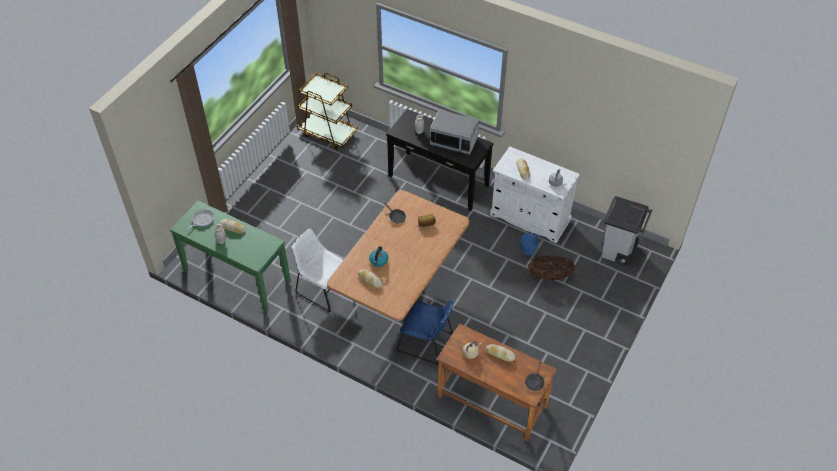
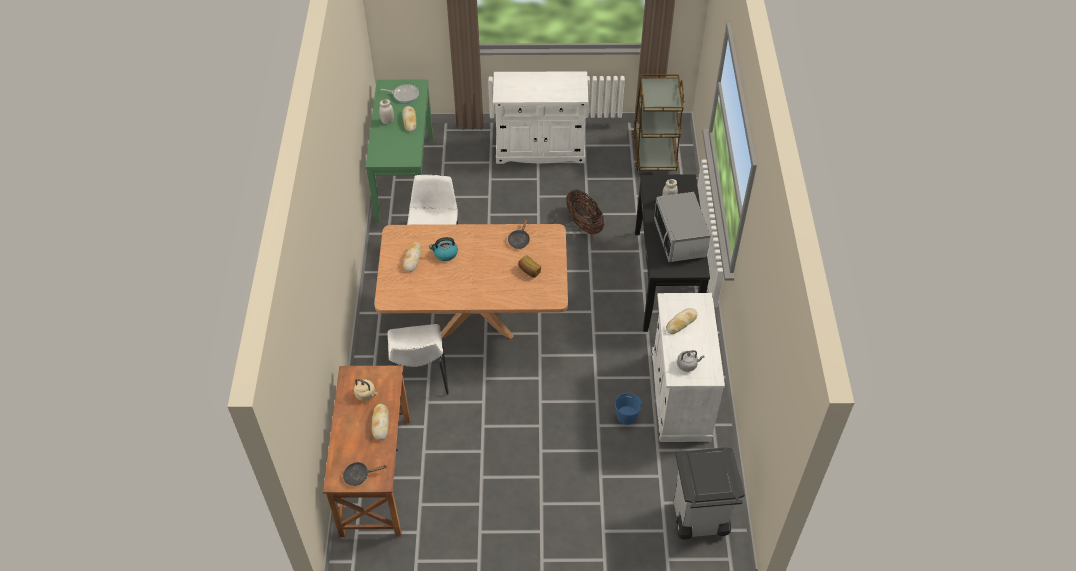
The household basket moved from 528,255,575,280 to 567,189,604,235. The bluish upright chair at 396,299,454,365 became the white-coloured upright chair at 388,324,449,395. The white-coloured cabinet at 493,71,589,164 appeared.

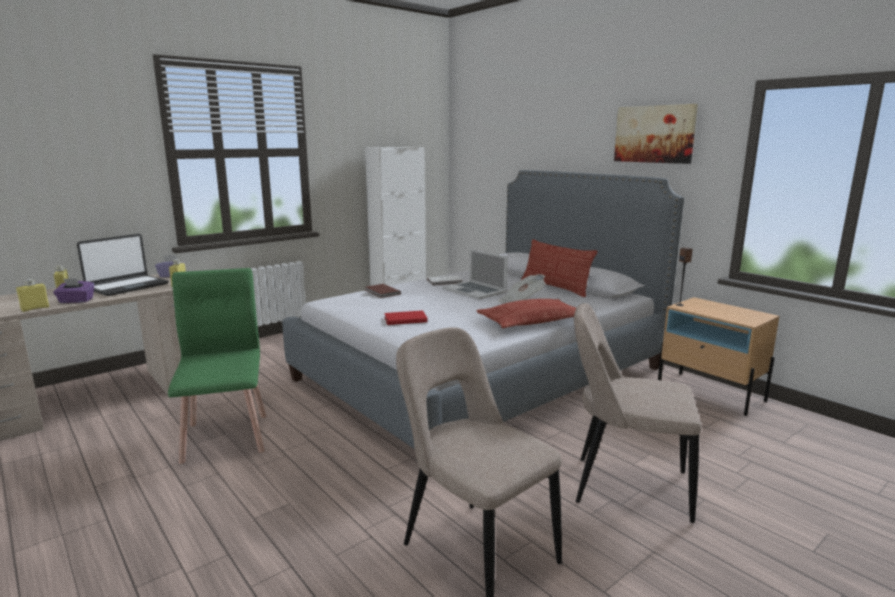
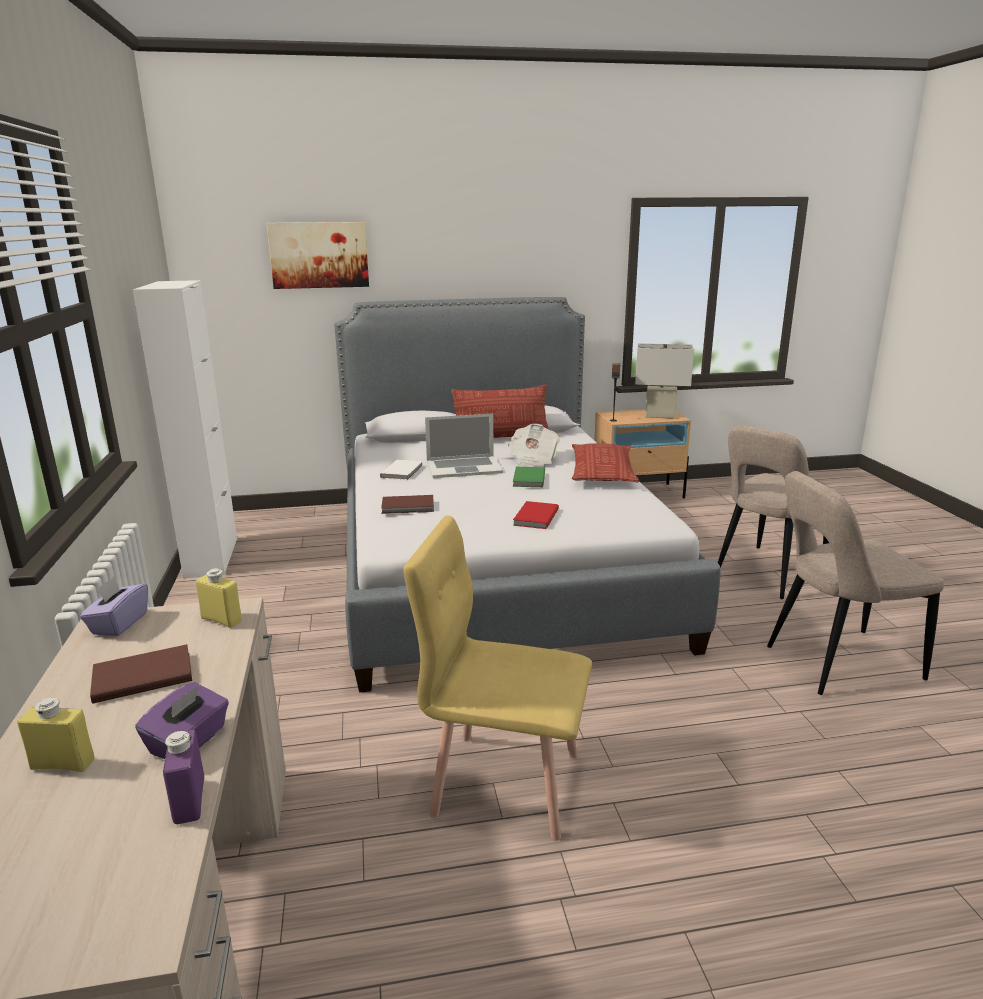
The wall art moved from 614,104,698,164 to 266,222,369,289. The portable computer at 77,234,169,296 was replaced by the brown book at 90,644,192,704. The green upright chair at 168,268,266,464 became the yellowish upright chair at 403,515,592,841. The yellowish drink bottle at 16,279,49,312 became the purplish drink bottle at 163,730,204,824. The white-coloured tabletop lamp at 635,343,694,419 appeared. The green book at 513,467,545,487 appeared.

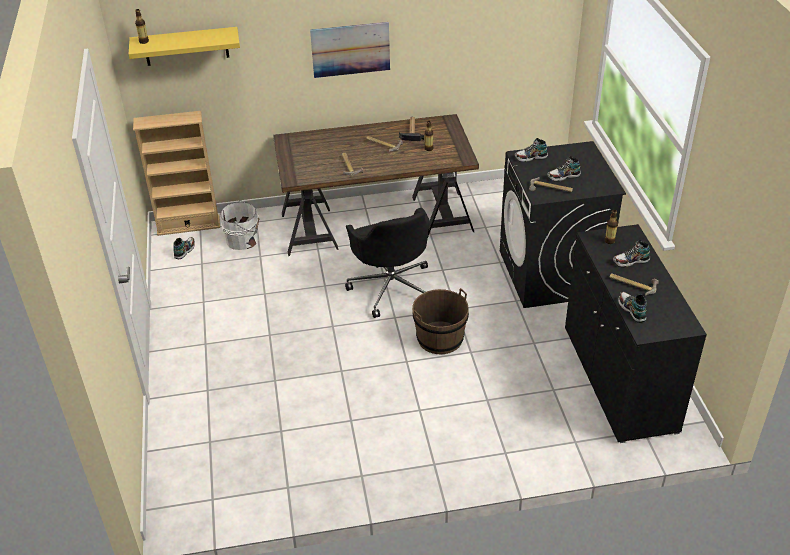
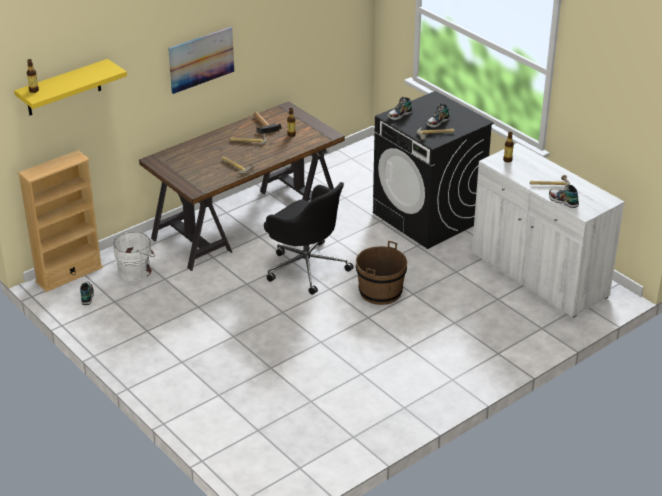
The blackish cabinet at 565,224,707,443 became the white-coloured cabinet at 472,143,625,318. The item of footwear at 613,240,650,267 disappeared.

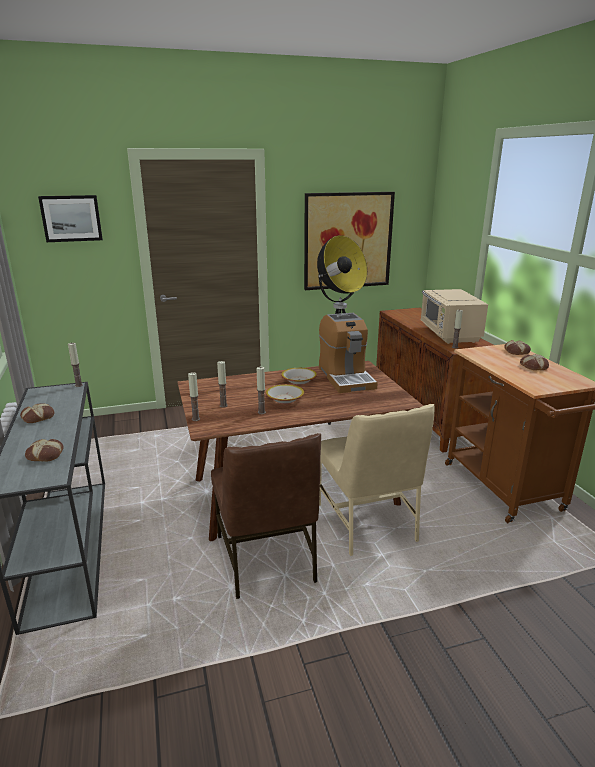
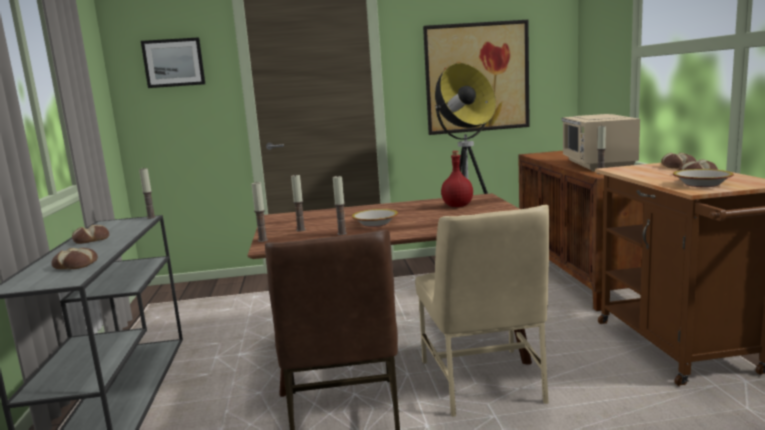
The coffee maker at 319,313,378,393 was replaced by the red-coloured drink bottle at 441,151,473,207. The serving bowl moved from 281,368,317,385 to 673,169,734,187.

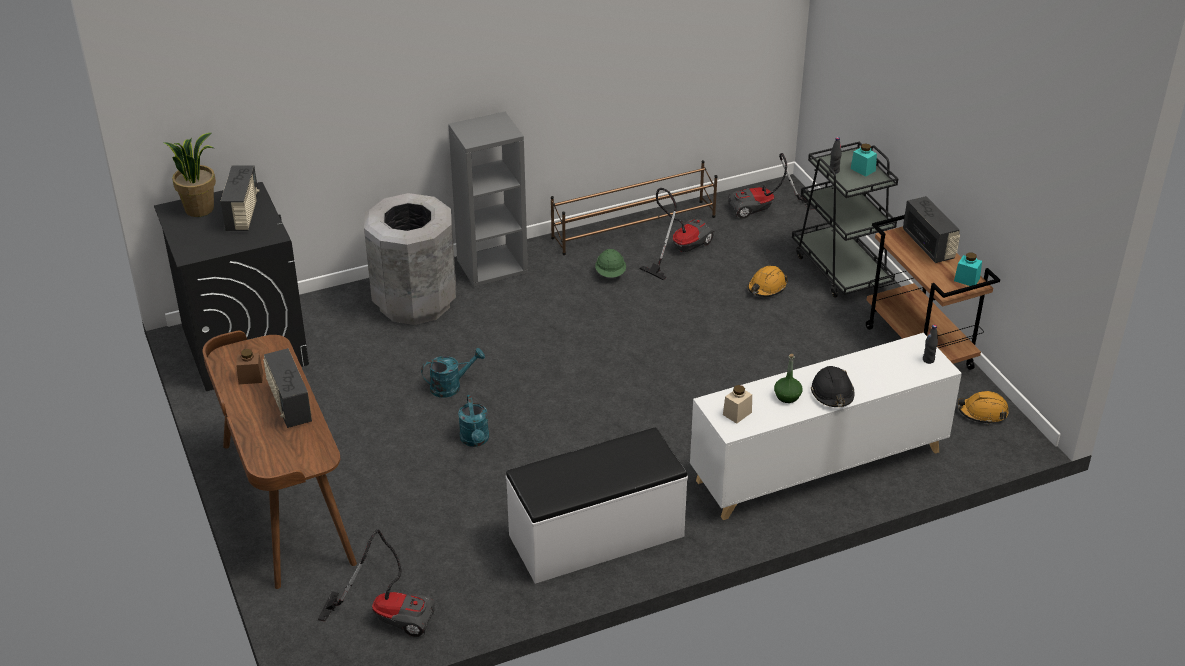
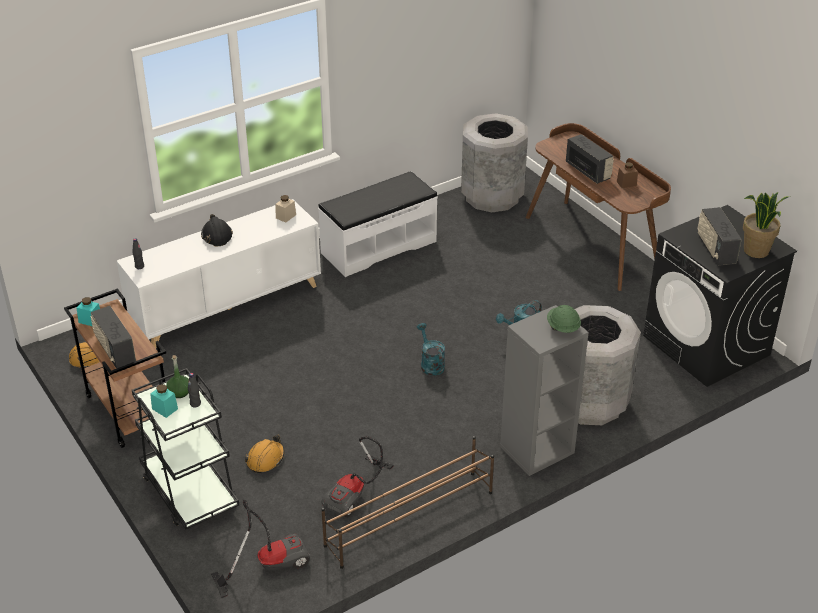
The green hard hat moved from 595,249,626,278 to 547,305,581,333. The green drink bottle moved from 774,354,803,403 to 166,355,189,398. The turquoise-coloured watering can moved from 458,395,489,447 to 417,323,445,376. The vacuum cleaner at 318,529,435,637 was replaced by the gray trash can at 461,113,528,212.

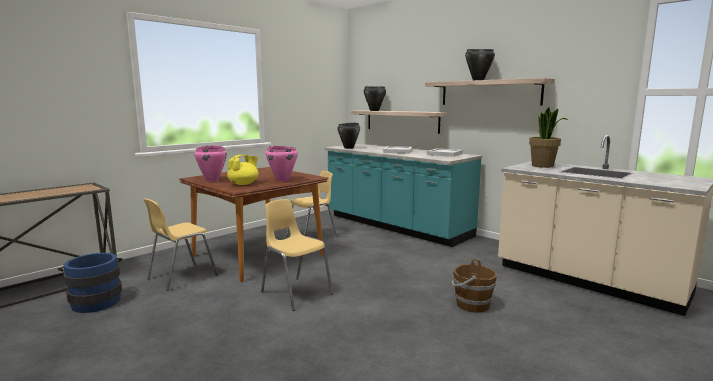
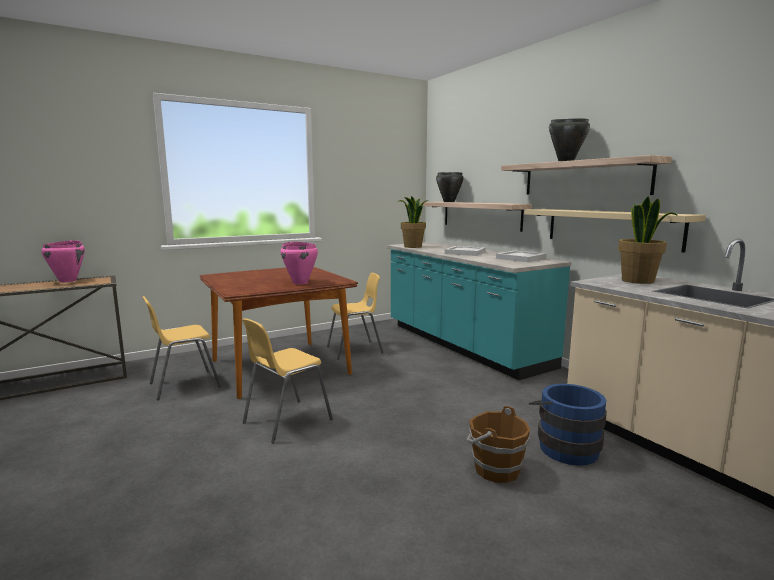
The blackish cooking pot at 338,123,360,149 was replaced by the potted plant at 398,196,428,248. The pink-coloured cooking pot moved from 194,145,227,182 to 41,240,85,282. The yellowish teapot at 227,155,259,185 disappeared. The yellowish upright chair at 261,199,333,311 turned 105 degrees counterclockwise. The bluish water bucket moved from 58,253,122,313 to 529,384,607,466. The beige shelf at 524,209,706,253 appeared.

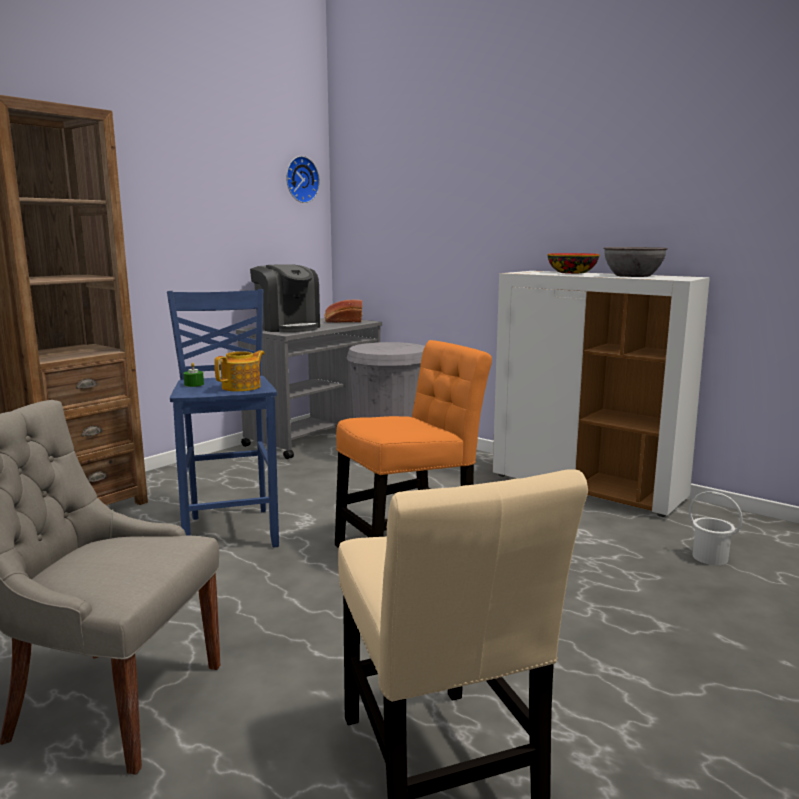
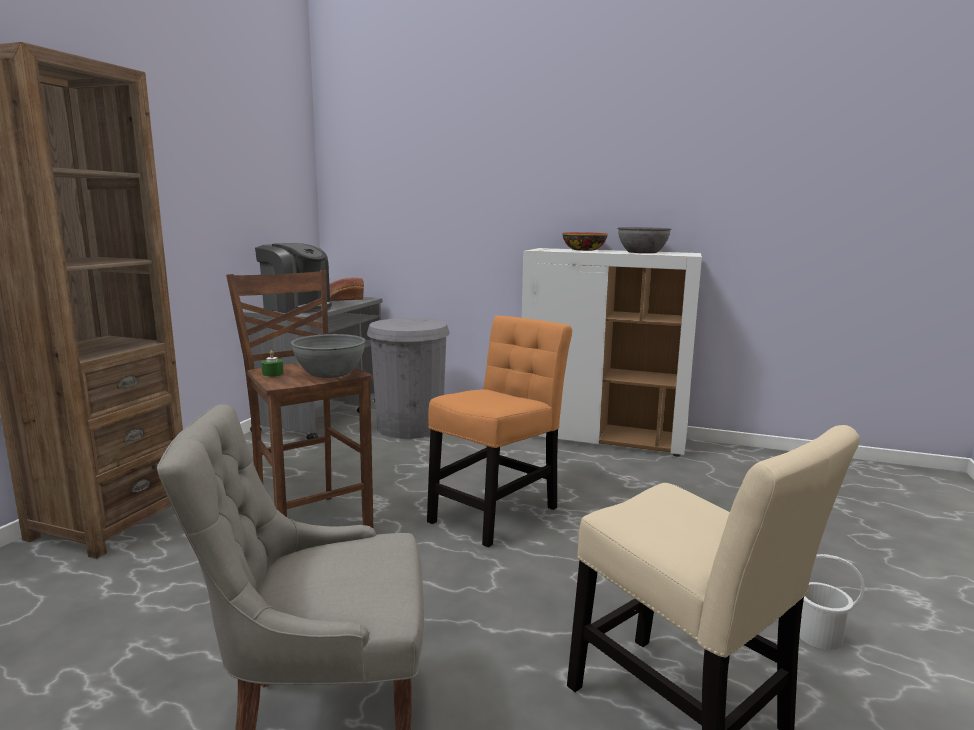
The clock on the wall at 286,156,320,203 disappeared. The bluish stool at 167,289,279,547 became the brown stool at 226,270,374,529. The teapot at 214,350,265,392 was replaced by the gray serving bowl at 291,334,366,378. The white-coloured water bucket moved from 689,491,742,565 to 799,554,865,650.

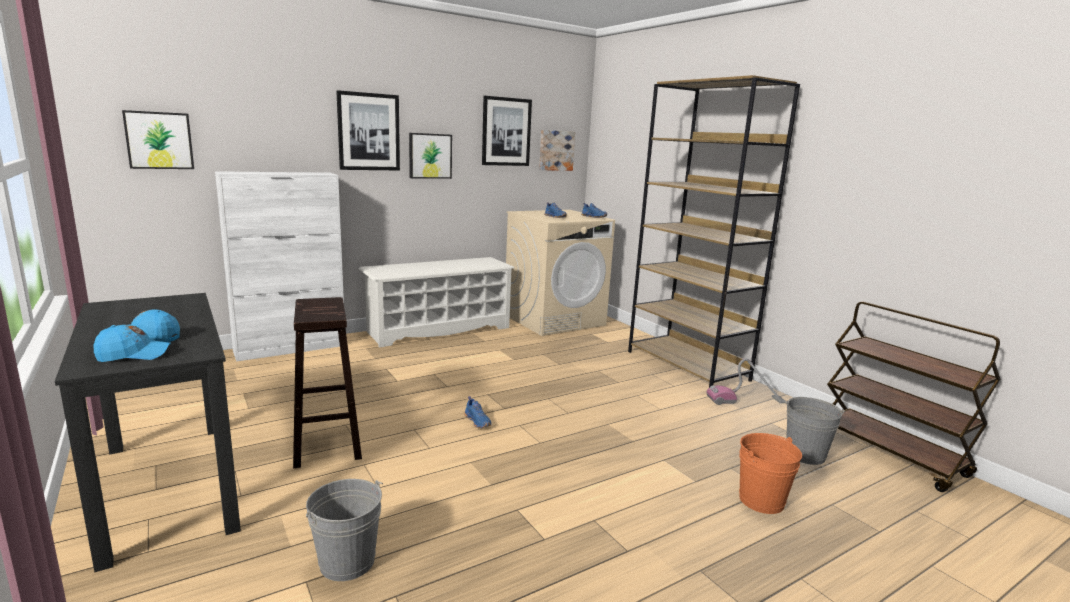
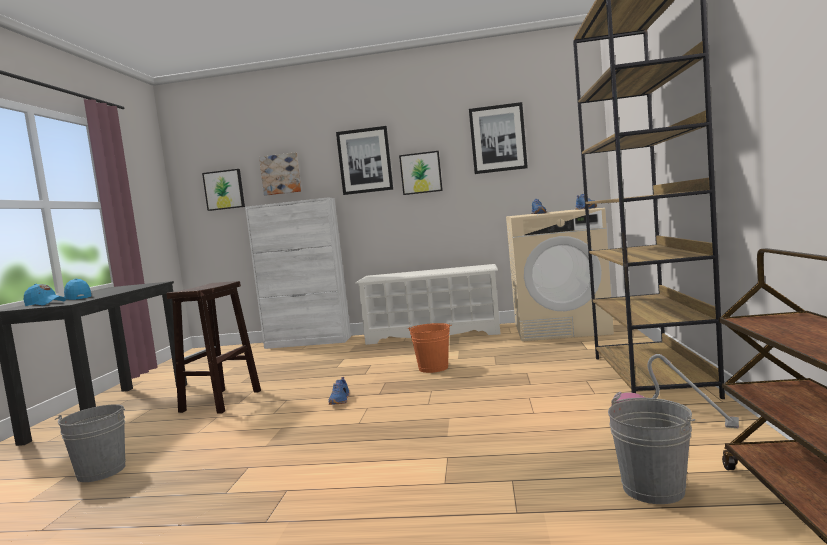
The wall art moved from 539,130,575,171 to 259,152,302,196. The orange water bucket moved from 739,433,802,514 to 407,323,452,373.

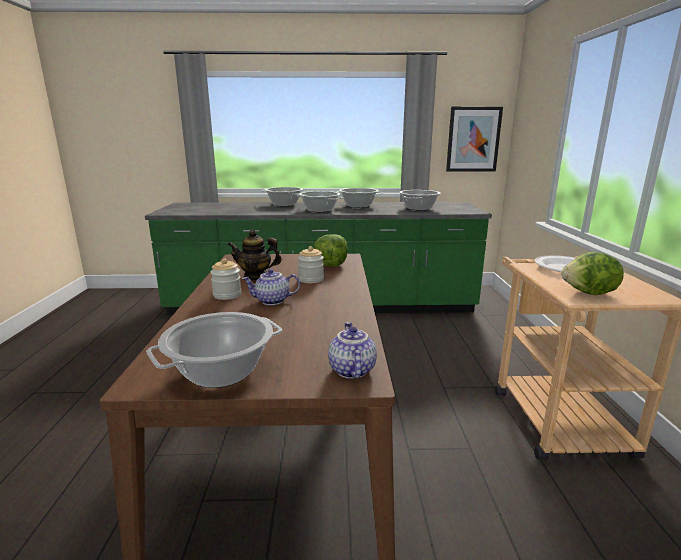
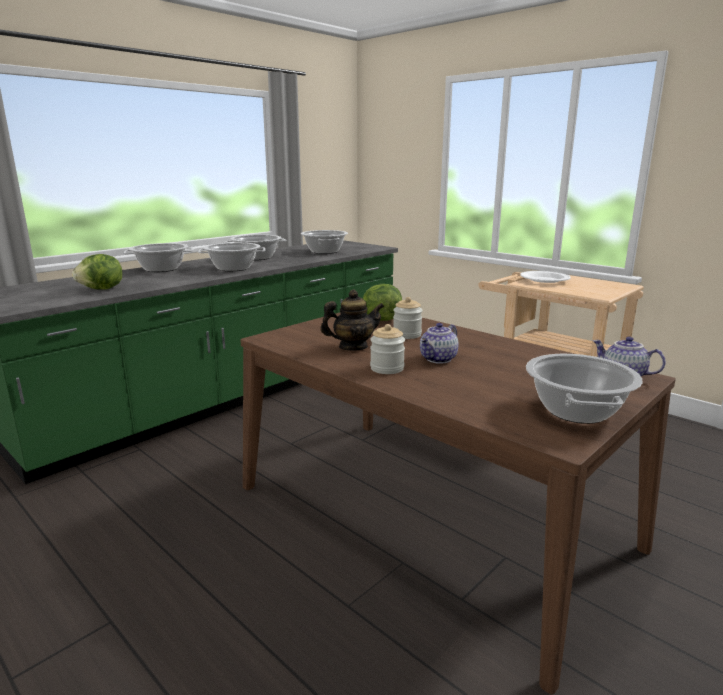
The wall art at 446,107,503,171 disappeared. The teapot at 228,230,282,280 turned 150 degrees counterclockwise. The lettuce head moved from 561,252,624,295 to 72,254,123,290.

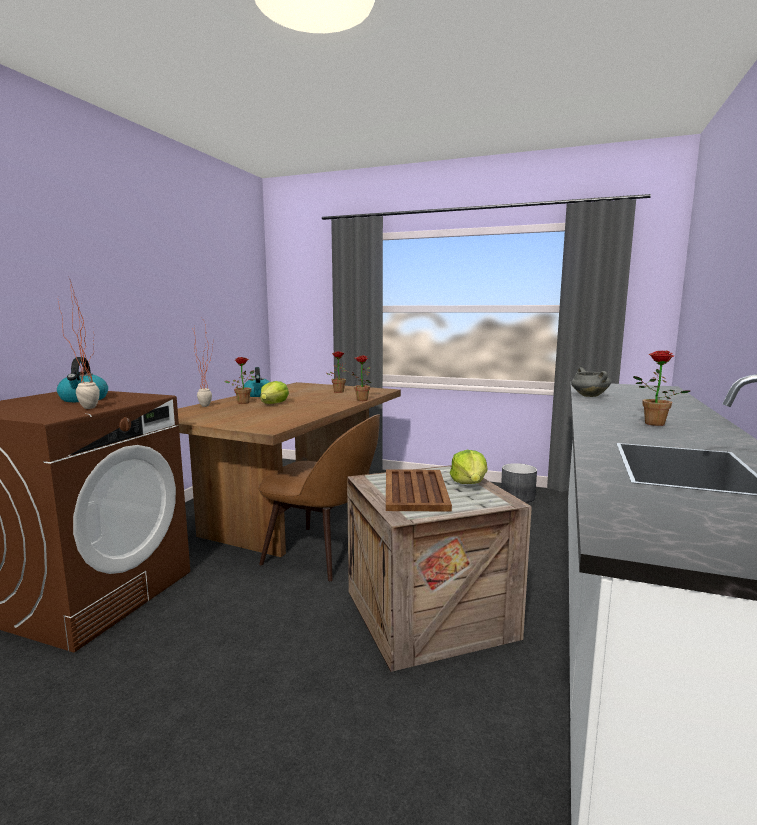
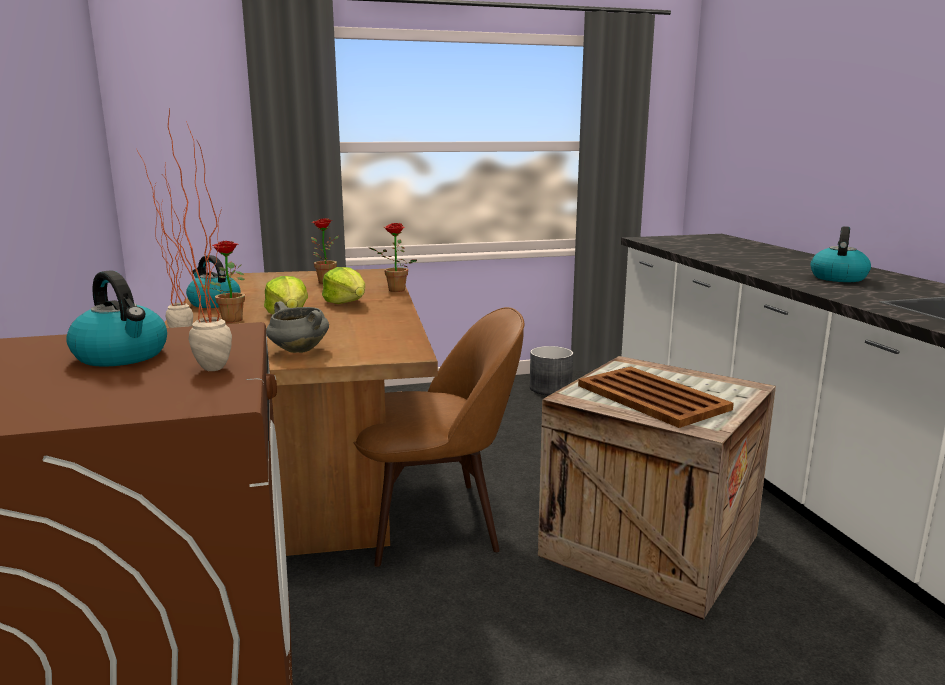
The potted plant at 633,351,690,426 was replaced by the tea kettle at 811,226,871,282. The gray cooking pot moved from 571,367,611,397 to 266,301,329,353. The lettuce head moved from 450,450,488,484 to 322,267,365,304.

